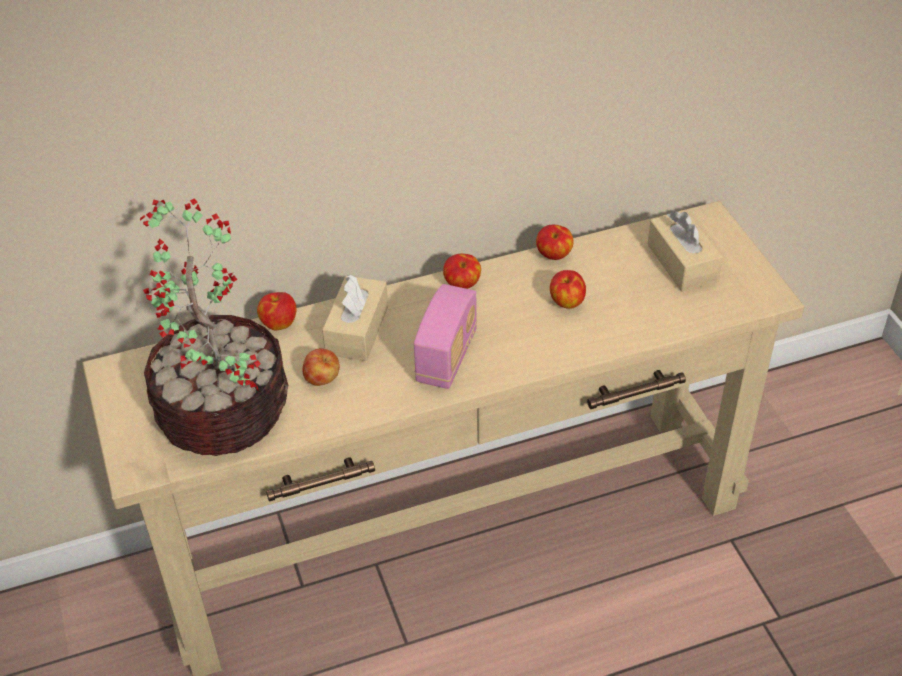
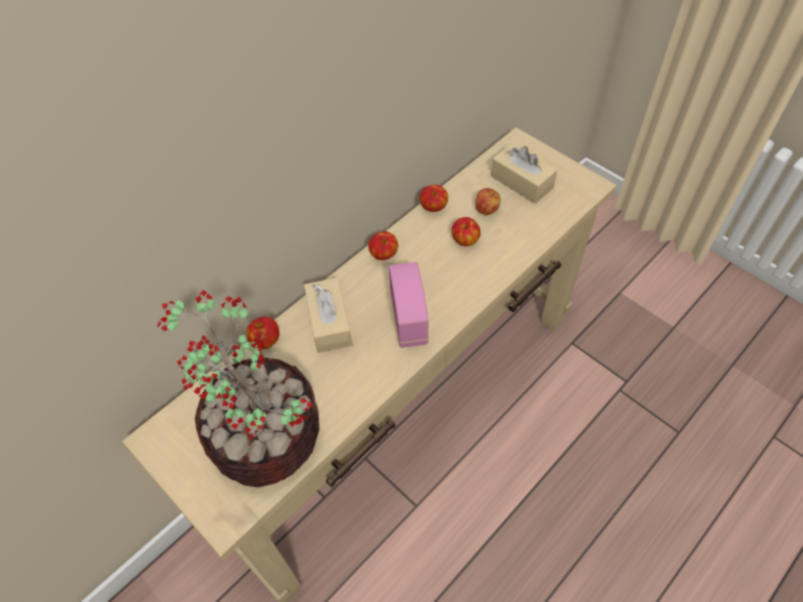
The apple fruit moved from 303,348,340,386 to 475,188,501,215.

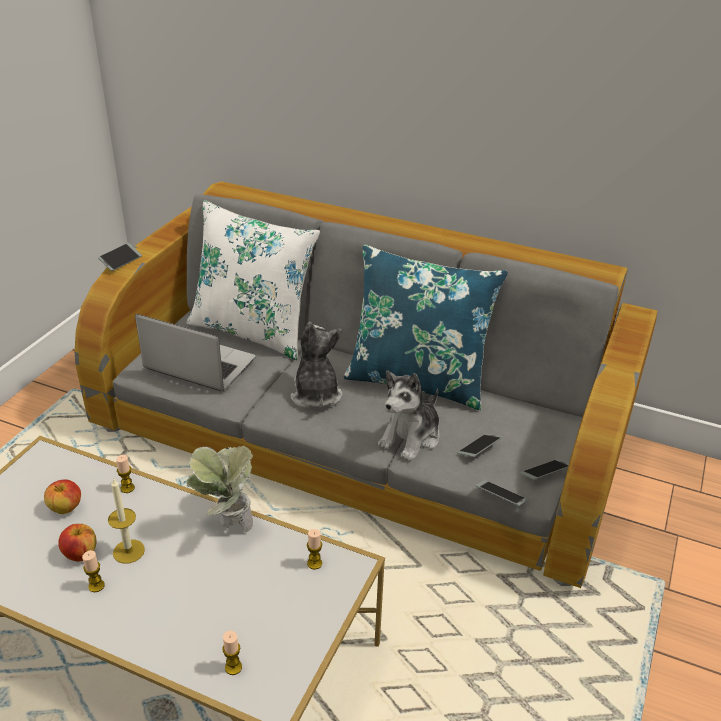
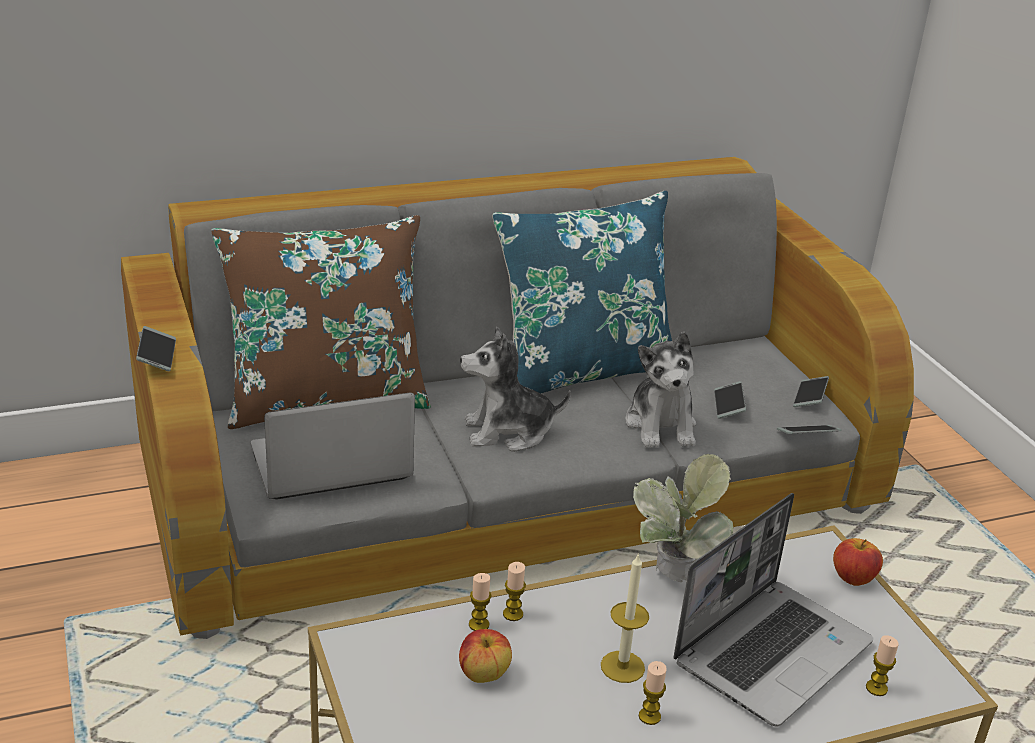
The white-coloured pillow at 187,200,320,360 became the brown pillow at 211,215,431,429. The cuddly toy at 290,322,342,408 turned 45 degrees counterclockwise. The apple fruit moved from 58,524,97,562 to 833,538,883,586. The candle moved from 307,529,322,570 to 469,573,492,631. The portable computer at 673,493,873,727 appeared.

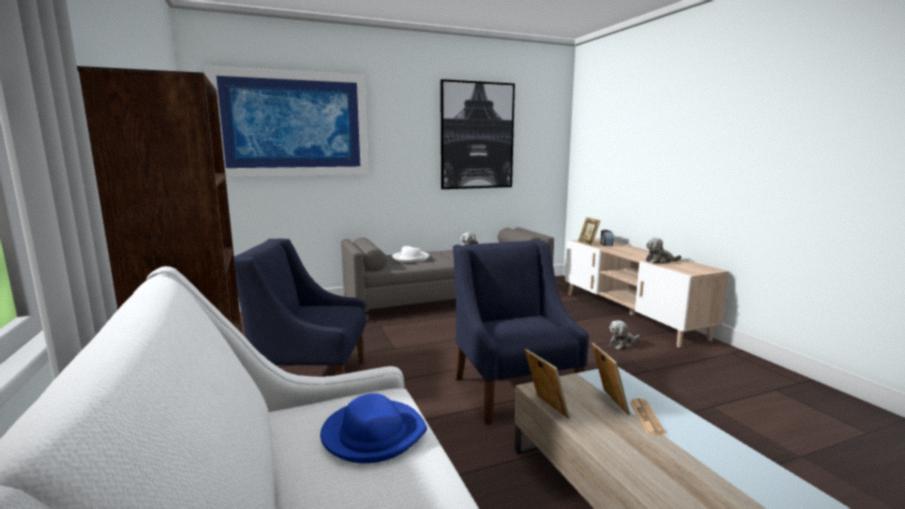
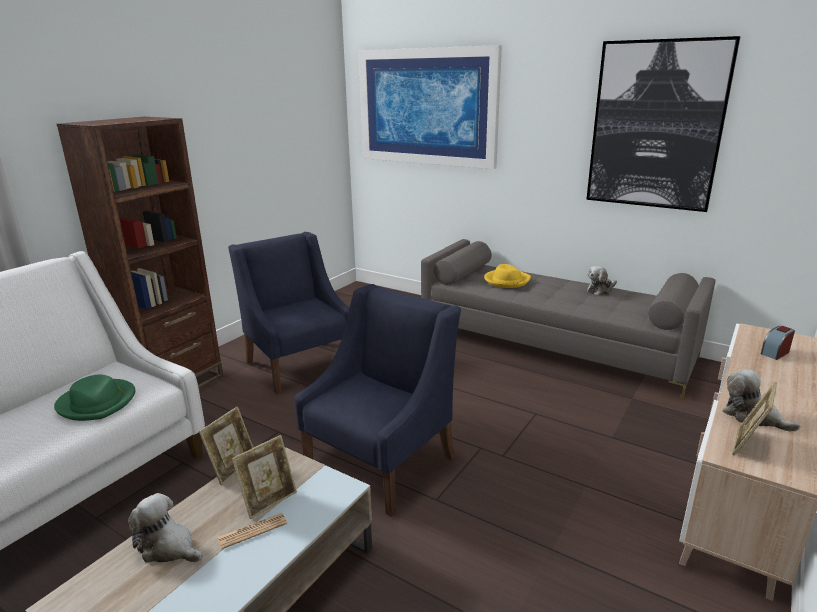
The standing frame moved from 578,217,601,246 to 732,382,777,455. The white-coloured clothing hat at 392,246,429,263 became the yellowish clothing hat at 484,264,531,288. The cuddly toy moved from 609,320,640,350 to 128,493,202,563. The bluish clothing hat at 320,393,427,463 became the green clothing hat at 54,375,135,421.

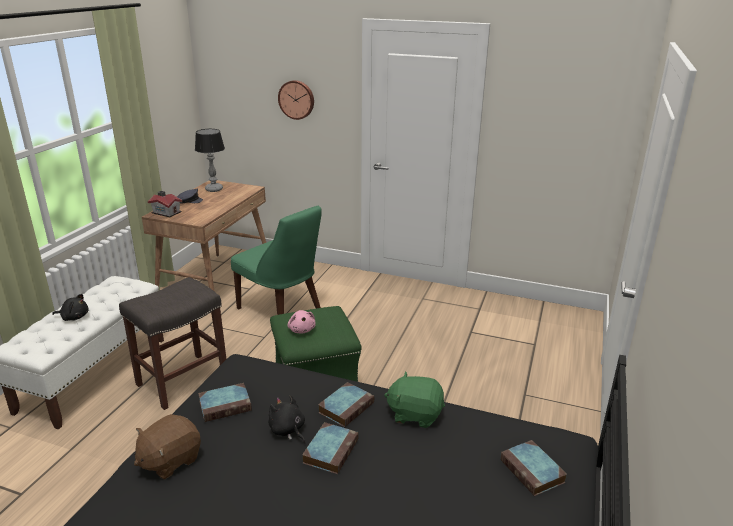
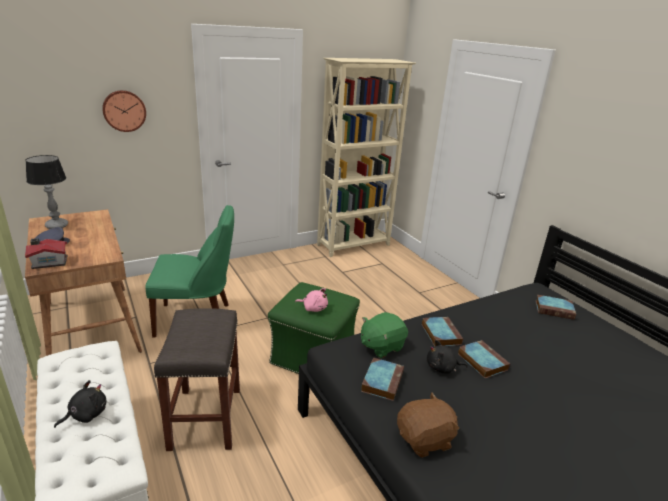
The green cuddly toy moved from 384,371,445,428 to 361,312,408,358. The brown cuddly toy at 134,414,201,479 turned 105 degrees counterclockwise. The beige shelving unit at 317,58,416,257 appeared.

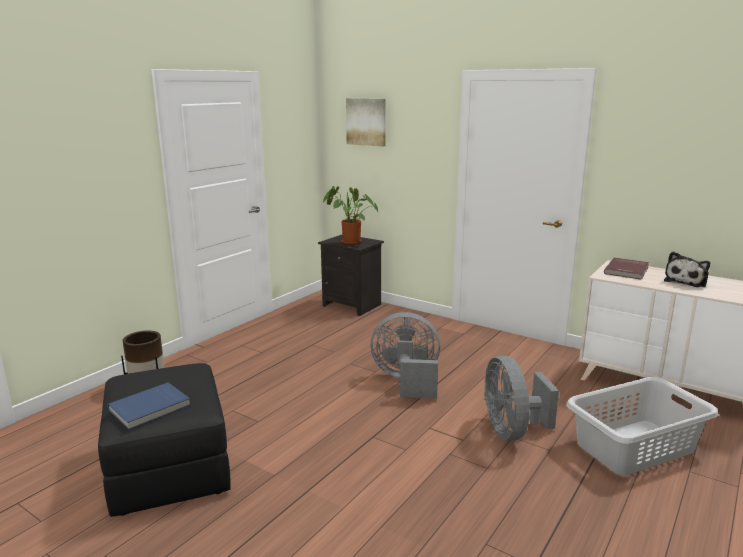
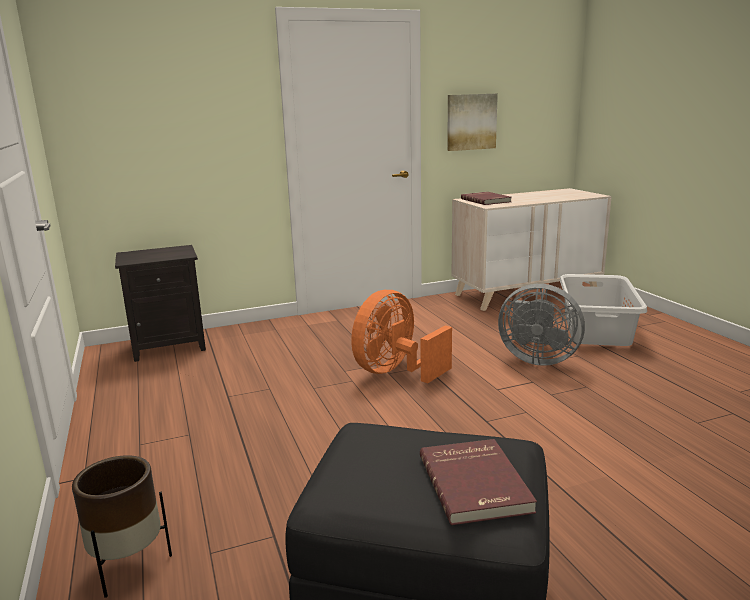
The wall art moved from 346,98,386,147 to 447,94,498,151. The potted plant at 323,186,378,245 disappeared. The cuddly toy at 664,251,710,287 disappeared. The gray cooling fan at 370,312,440,399 became the orange cooling fan at 351,290,452,383. The bluish book at 108,382,191,429 became the red-coloured book at 420,439,537,525.

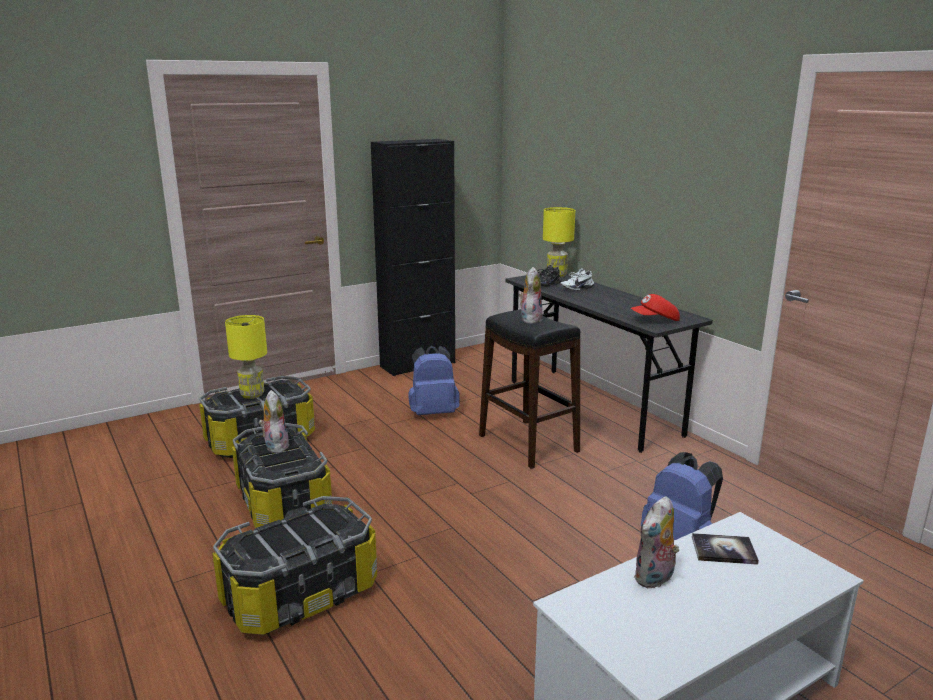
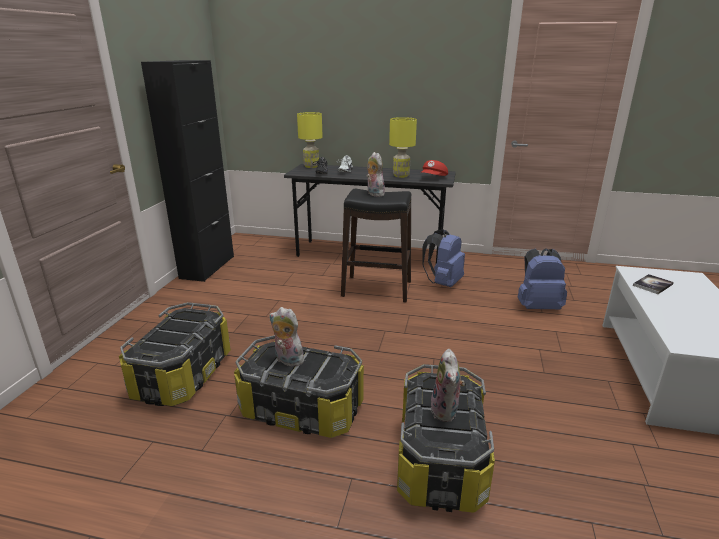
The yellowish tabletop lamp moved from 225,315,267,399 to 389,117,417,178. The bluish rucksack moved from 409,346,460,415 to 423,229,465,287. The cuddly toy moved from 634,496,679,589 to 431,349,465,422.

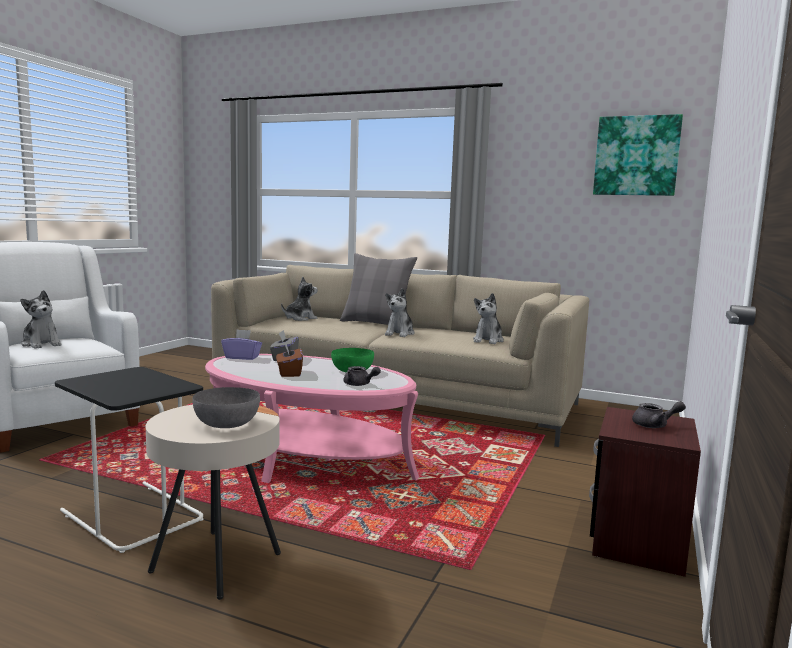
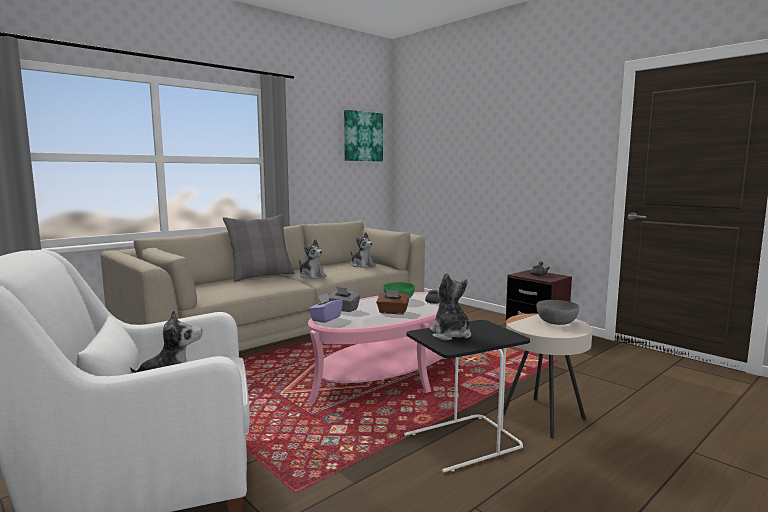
The cuddly toy moved from 281,277,318,321 to 430,273,471,340.

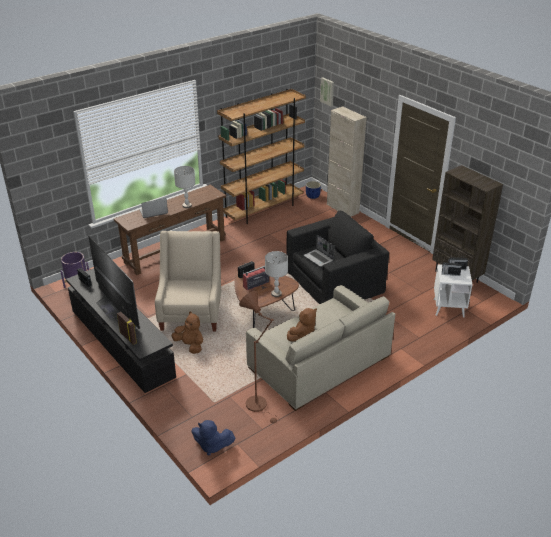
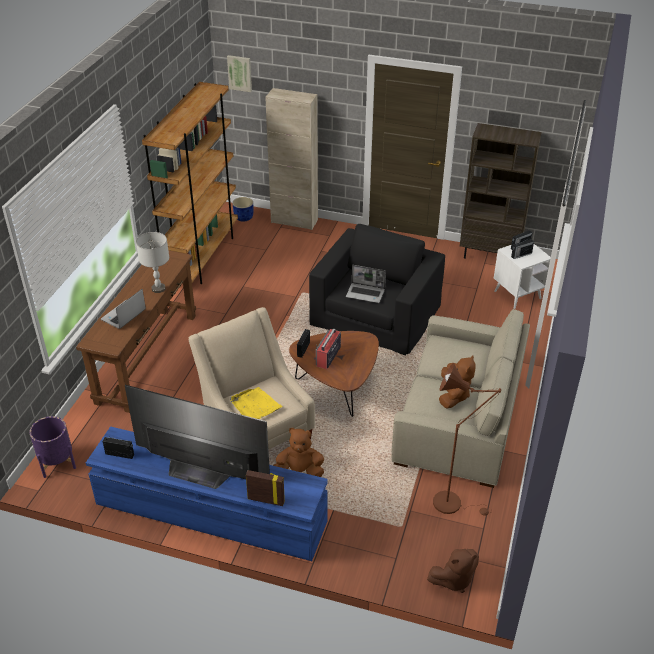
The gray tabletop lamp at 265,251,288,297 disappeared. The blackish media console at 66,268,176,393 became the bluish media console at 86,427,328,561. The bluish cuddly toy at 191,420,235,455 became the brown cuddly toy at 427,549,479,593. The yellowish serving tray at 230,387,283,419 appeared.

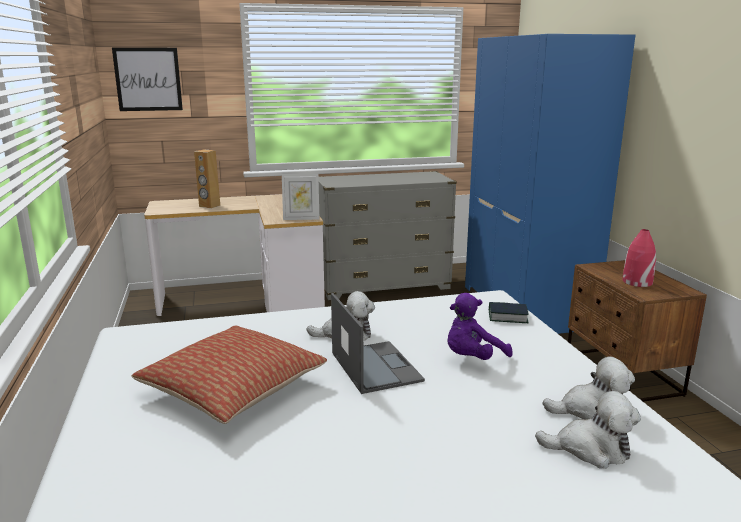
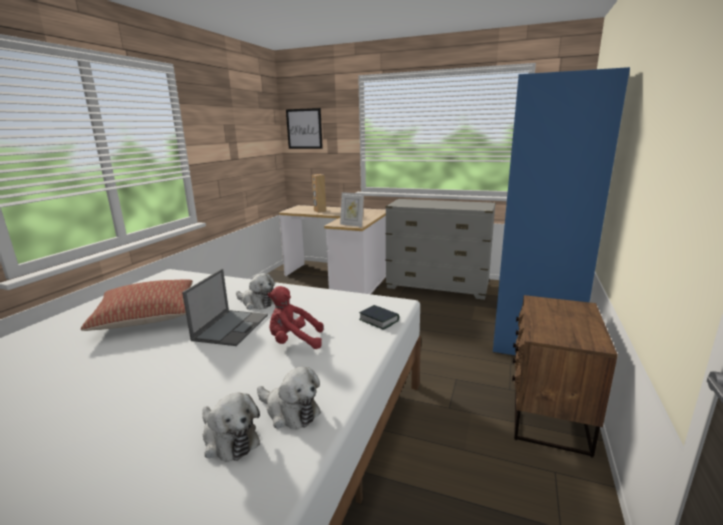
The red-coloured vase at 623,229,656,287 disappeared. The purplish cuddly toy at 447,293,513,360 became the red-coloured cuddly toy at 267,286,324,349.

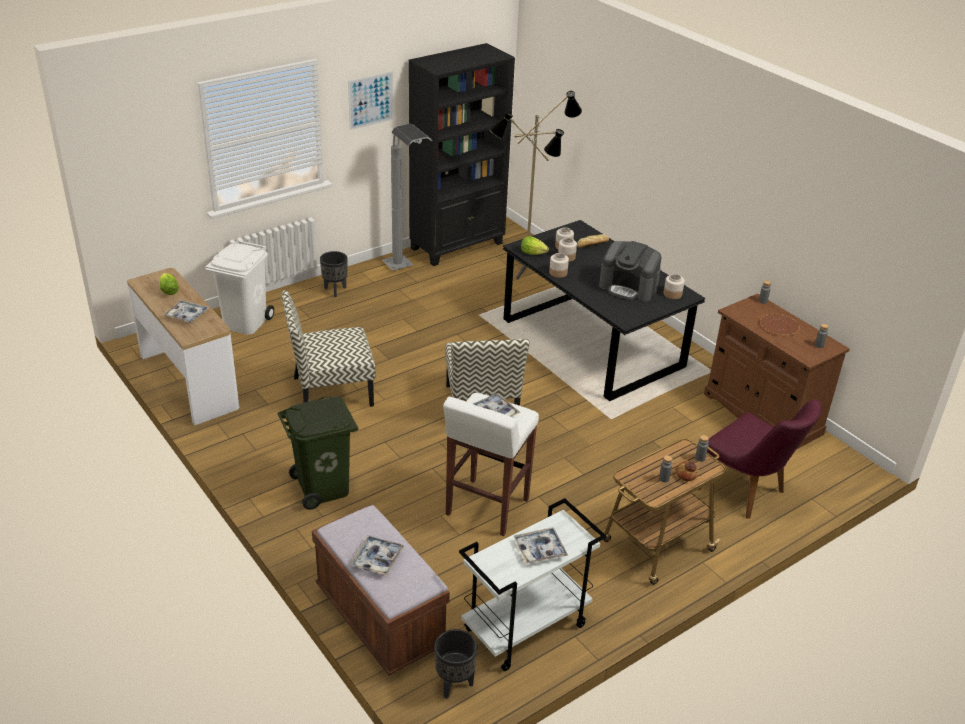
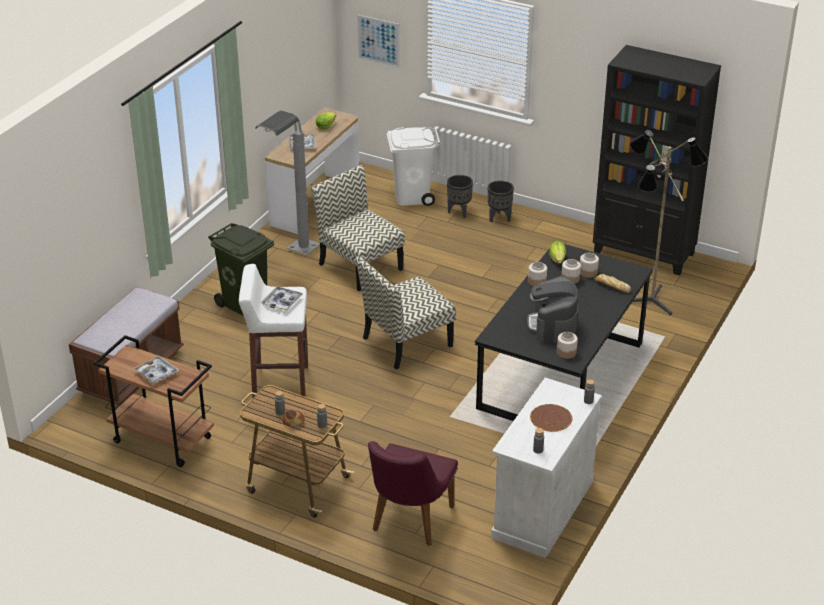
The wall art moved from 348,71,393,130 to 357,15,400,68. The gray standing lamp moved from 382,124,432,271 to 255,110,320,255. The brown cabinet at 704,294,850,450 became the white-coloured cabinet at 491,378,602,558. The white-coloured wheeled cart at 459,498,606,671 became the brown wheeled cart at 93,335,214,467. The serving tray at 350,535,404,575 disappeared. The blackish plant pot moved from 434,629,477,699 to 447,175,473,218.

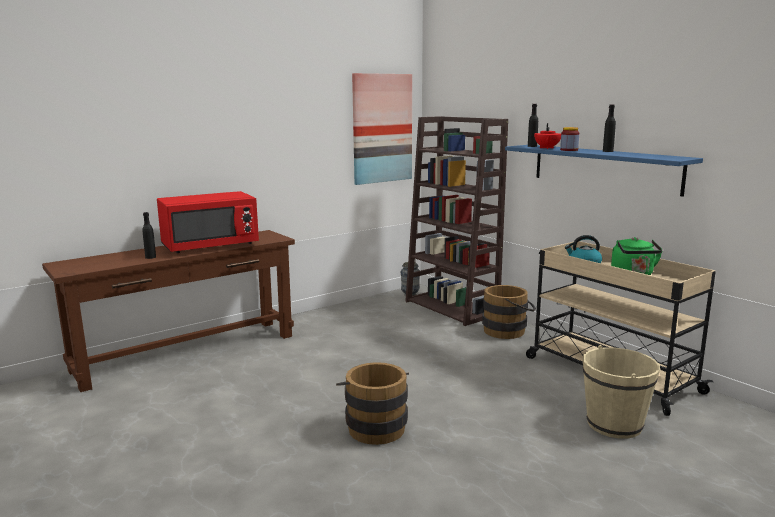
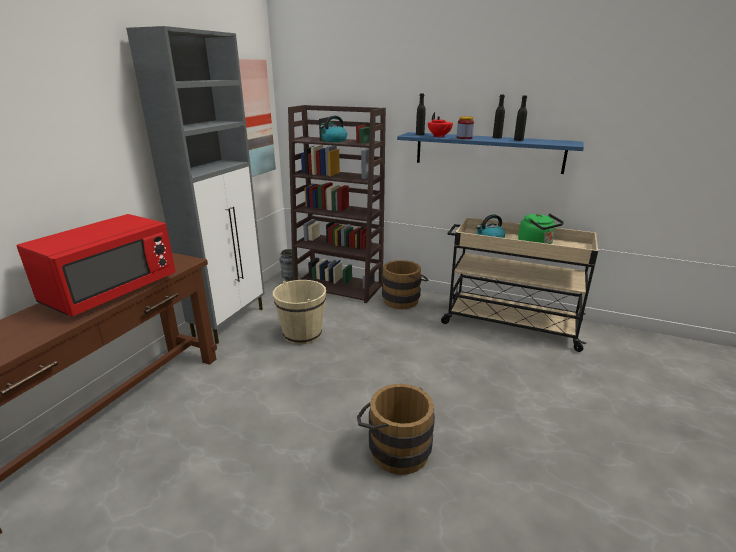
The blackish drink bottle moved from 142,212,156,259 to 514,96,527,141. The beige water bucket moved from 583,345,660,439 to 273,280,326,345. The gray cabinet at 126,26,265,344 appeared. The tea kettle at 320,116,347,142 appeared.

